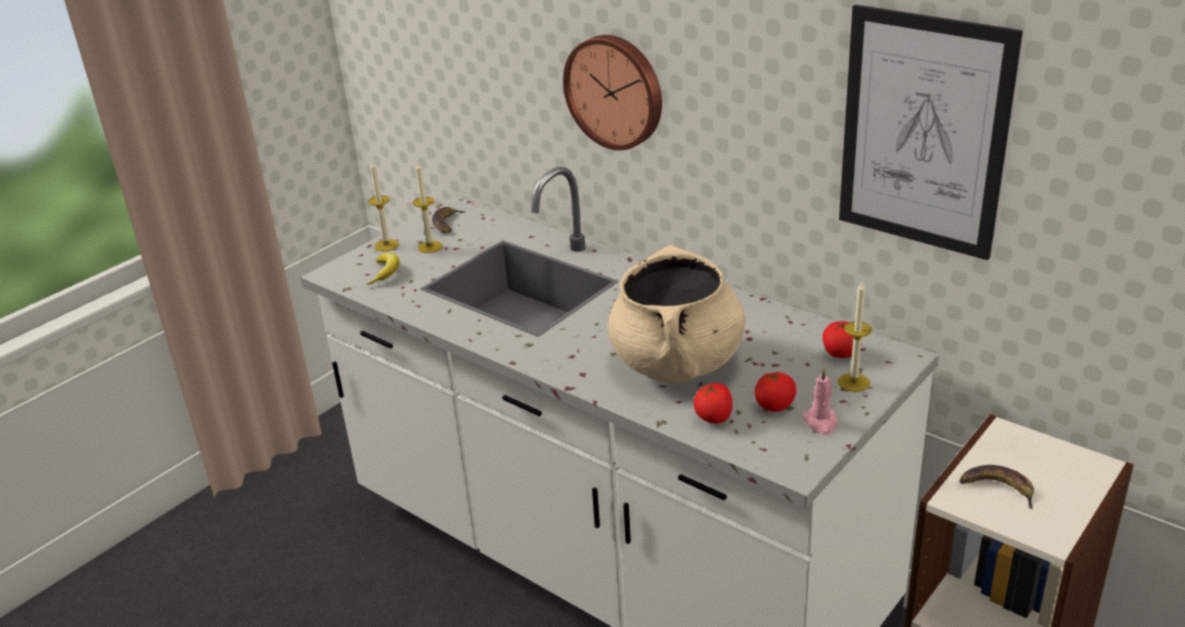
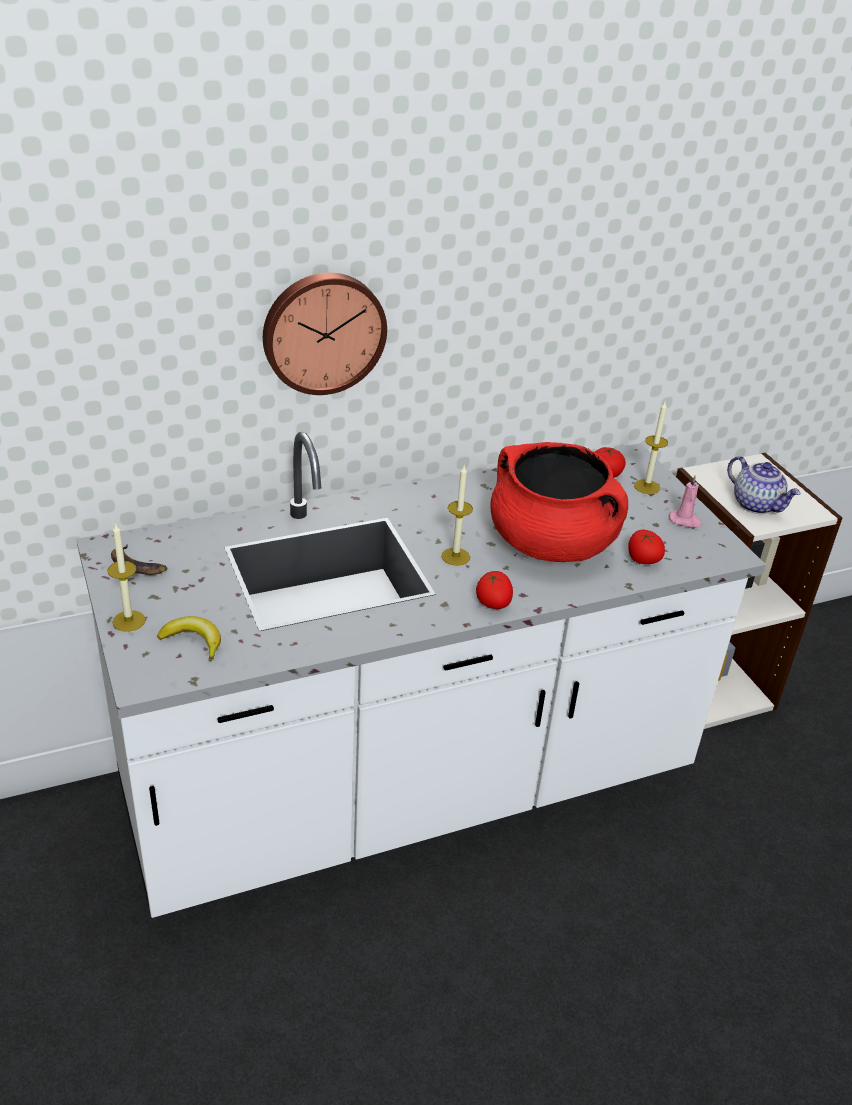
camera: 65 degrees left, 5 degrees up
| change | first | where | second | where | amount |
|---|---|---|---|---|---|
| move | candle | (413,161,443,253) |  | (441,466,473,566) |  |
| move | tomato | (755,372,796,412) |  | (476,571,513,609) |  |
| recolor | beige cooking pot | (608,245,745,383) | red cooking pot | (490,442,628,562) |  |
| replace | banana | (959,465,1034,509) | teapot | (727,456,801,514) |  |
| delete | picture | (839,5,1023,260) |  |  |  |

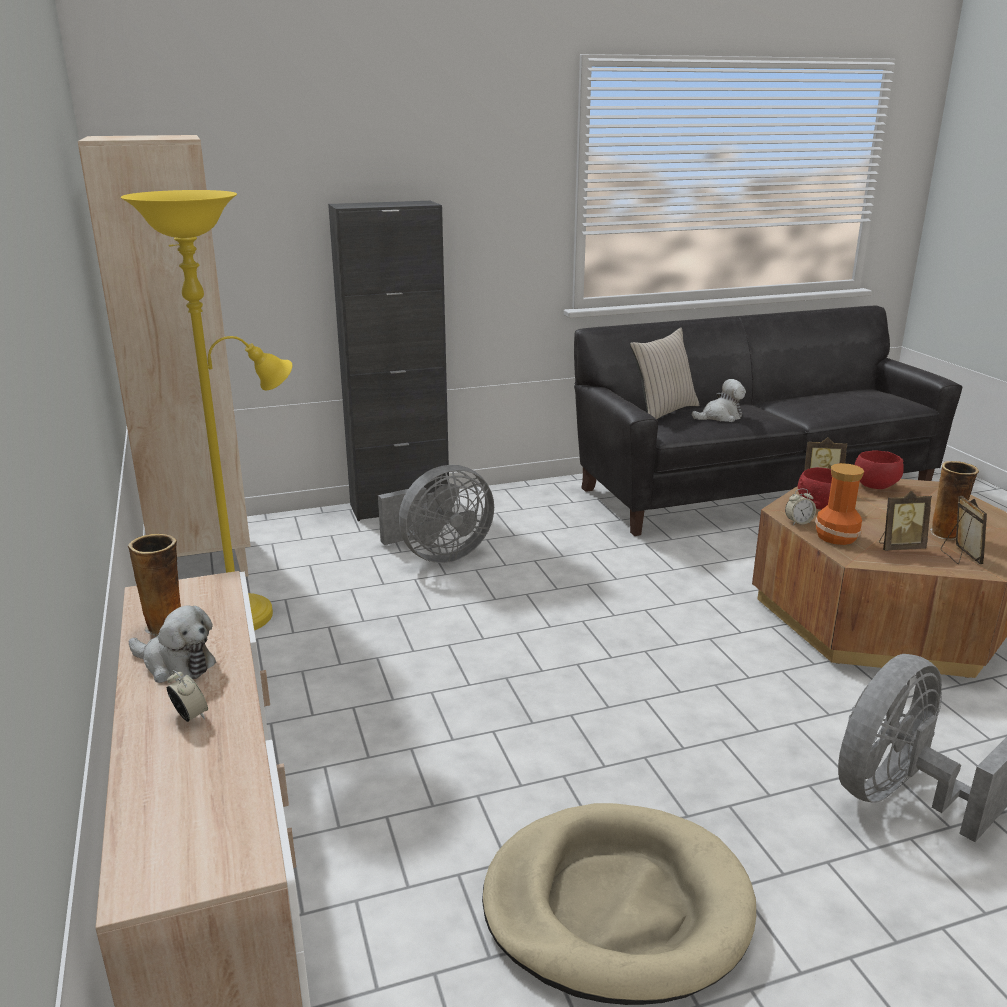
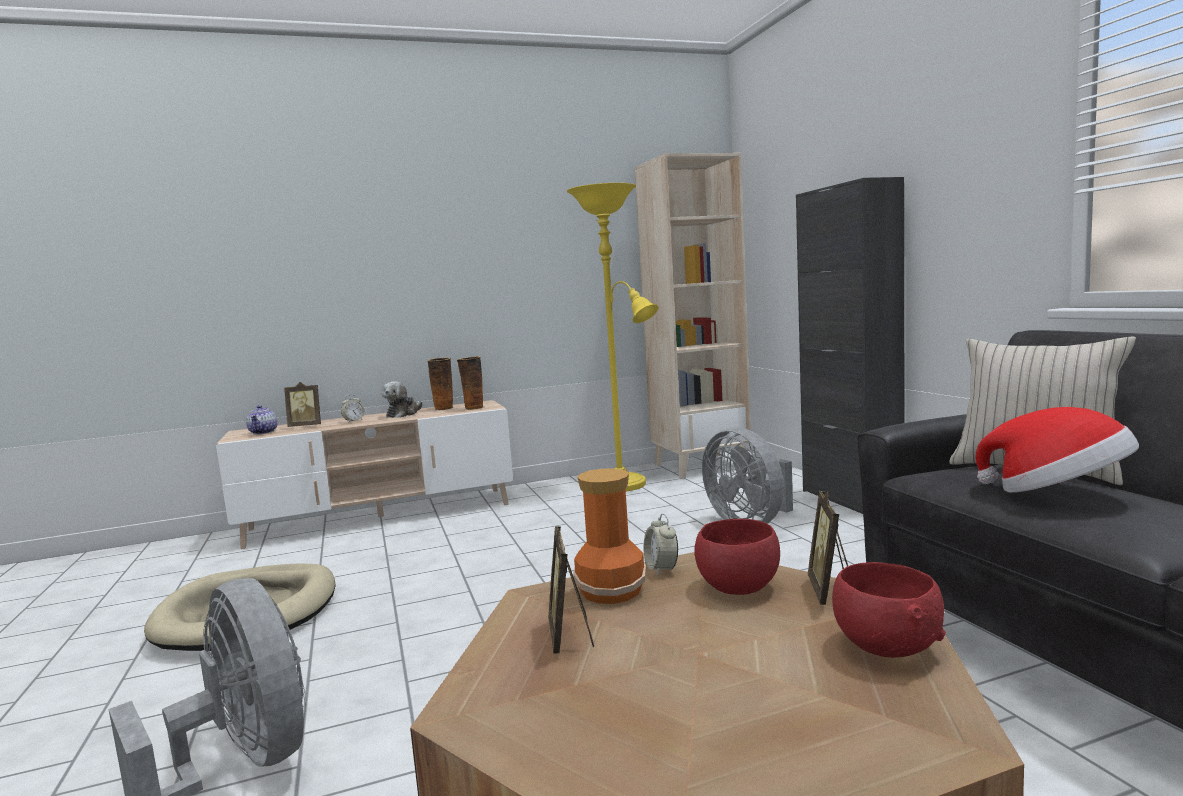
camera: 90 degrees right, 15 degrees down
| change | first | where | second | where | amount |
|---|---|---|---|---|---|
| insert |  |  | teapot | (246,405,278,434) |  |
| move | picture frame | (941,496,987,564) |  | (284,382,321,427) |  |
| move | vase | (930,461,979,540) |  | (457,356,484,410) |  |
| replace | plush toy | (692,379,746,422) | hat | (975,407,1139,493) |  |

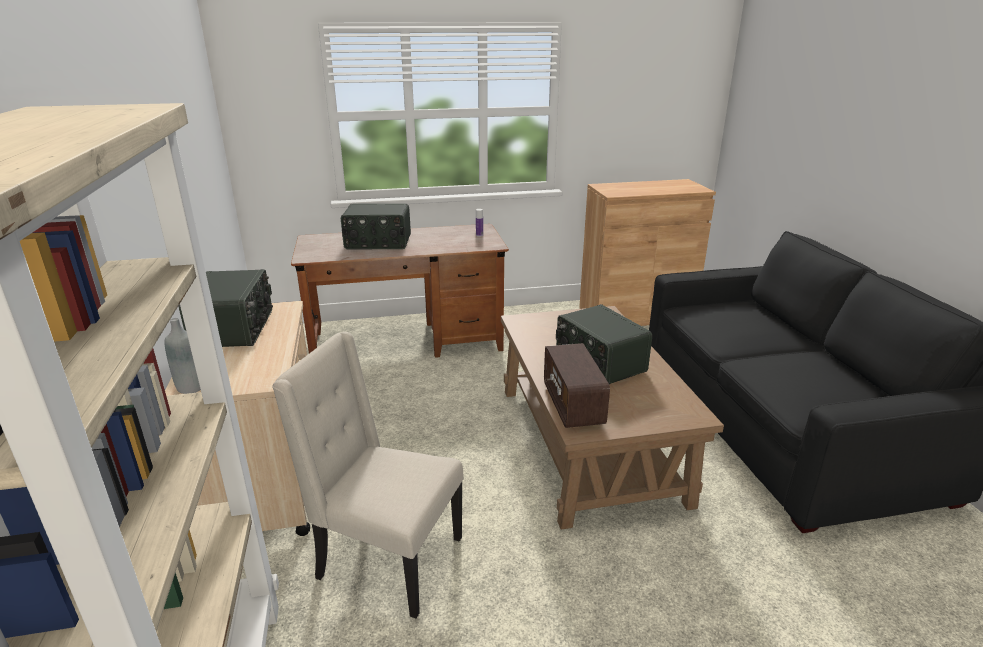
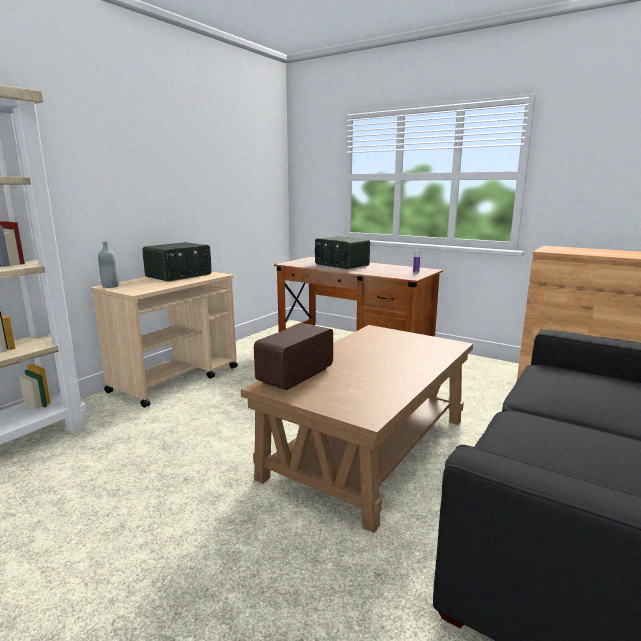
camera: 45 degrees right, 10 degrees down
| change | first | where | second | where | amount |
|---|---|---|---|---|---|
| delete | beige chair | (272,332,464,619) |  |  |  |
| delete | radio | (556,304,652,384) |  |  |  |

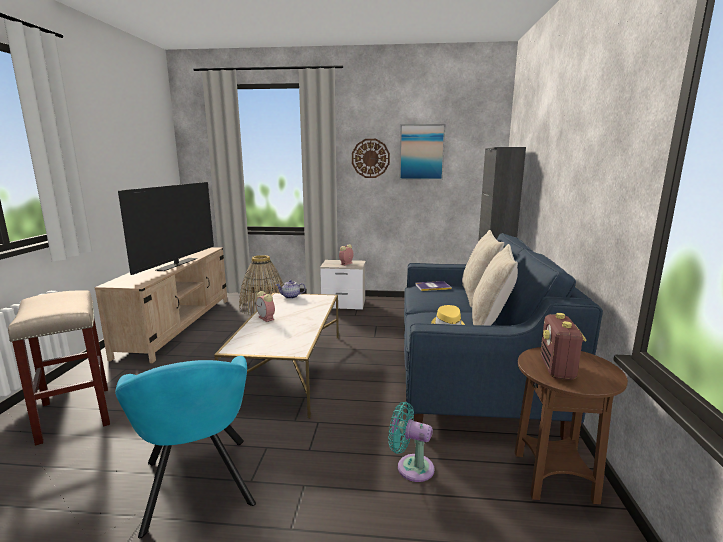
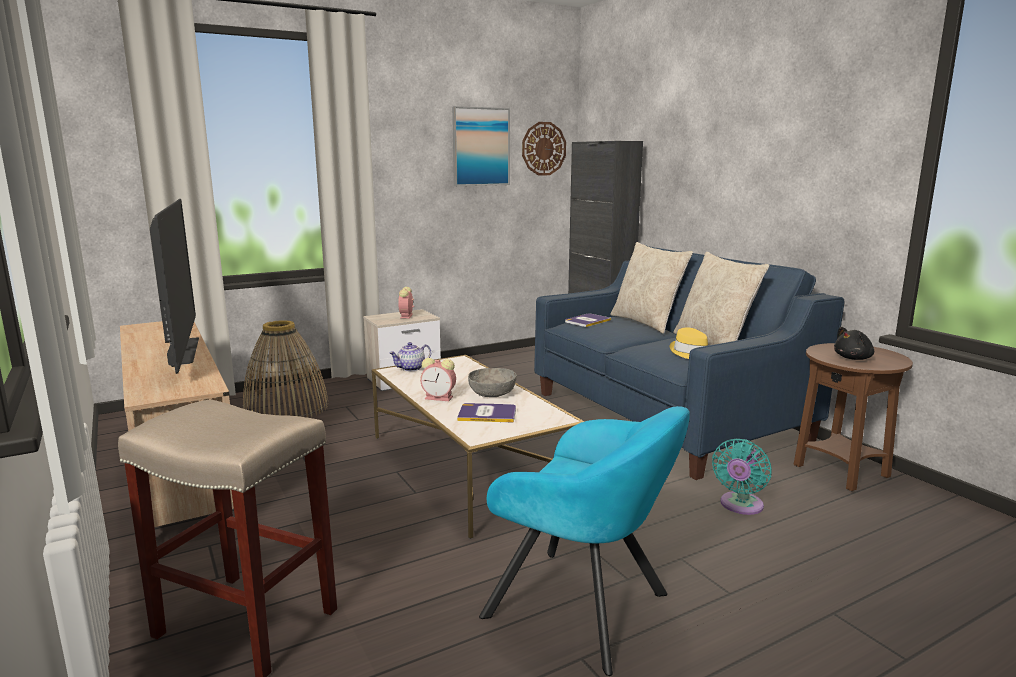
camera: 35 degrees left, 0 degrees up
| change | first | where | second | where | amount |
|---|---|---|---|---|---|
| insert |  |  | book | (457,403,516,423) |  |
| insert |  |  | grey bowl | (468,368,517,397) |  |
| move | wall clock | (352,139,390,178) |  | (522,122,566,176) |  |
| rotate | turquoise fan | (388,402,434,482) |  | (712,439,772,515) | 45 degrees counterclockwise |
| replace | radio | (540,313,587,380) | black plush toy | (834,327,874,360) |  |

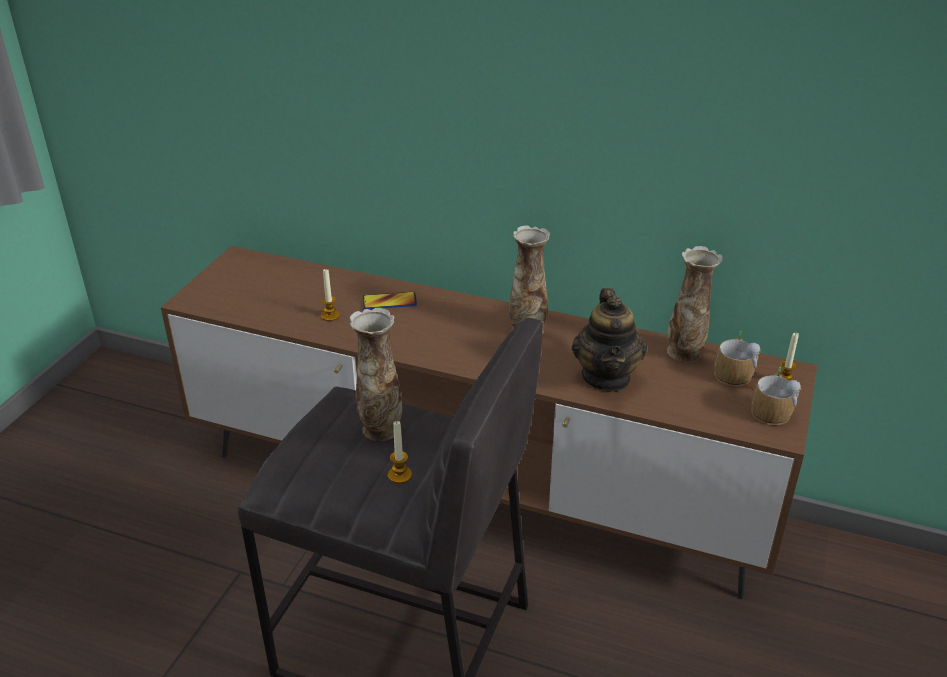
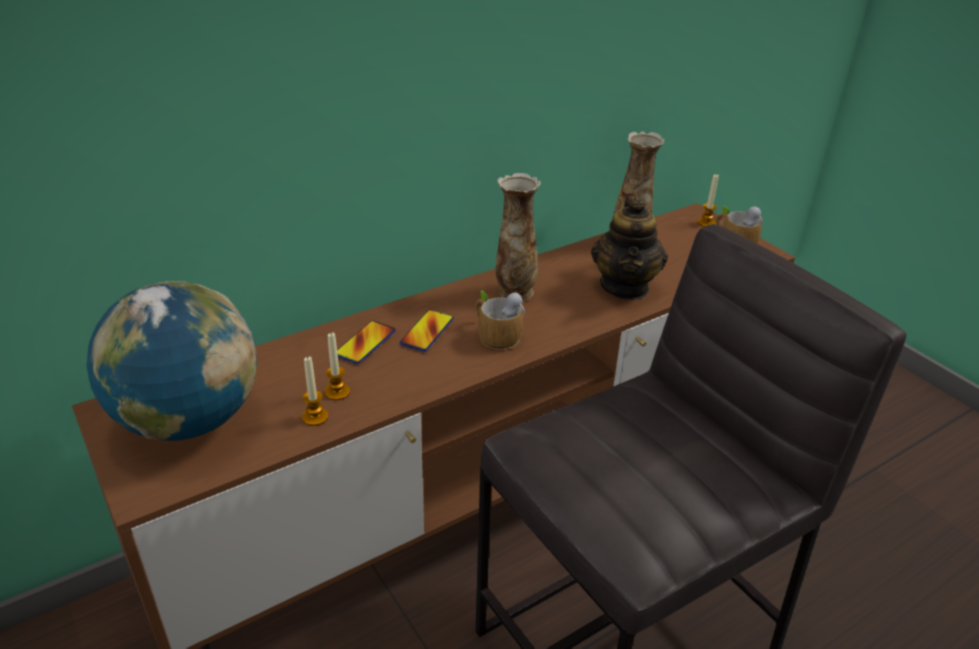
camera: 55 degrees left, 0 degrees up
| change | first | where | second | where | amount |
|---|---|---|---|---|---|
| insert |  |  | globe | (87,281,257,441) |  |
| move | candle | (388,420,412,484) |  | (302,356,328,426) |  |
| insert |  |  | phone | (400,310,454,352) |  |
| move | mug | (714,331,761,386) |  | (475,290,525,350) |  |
| rotate | teapot | (572,288,647,392) |  | (591,196,668,300) | 60 degrees clockwise |
| delete | vase | (350,308,403,441) |  |  |  |

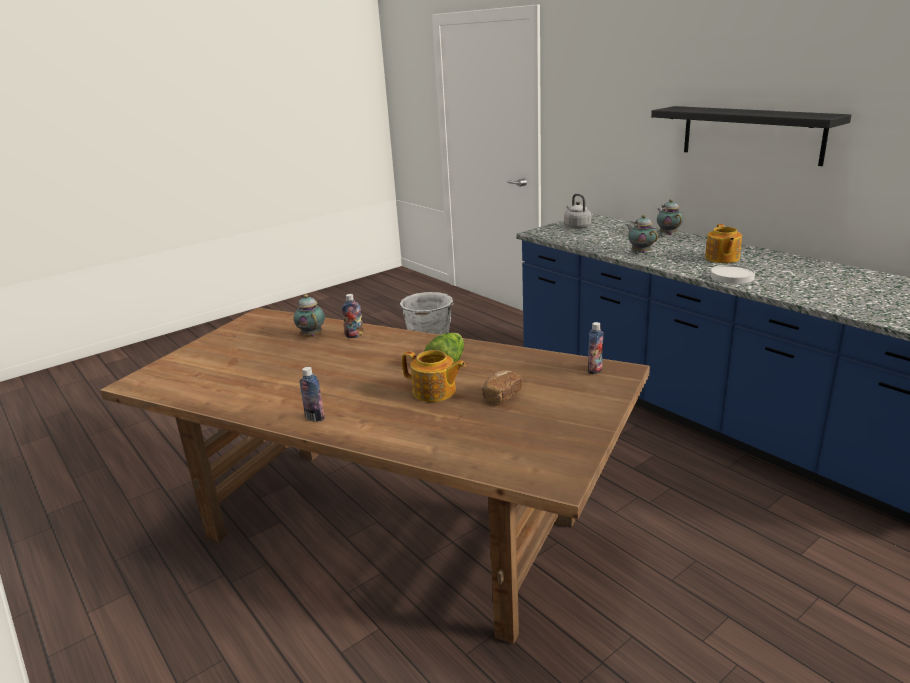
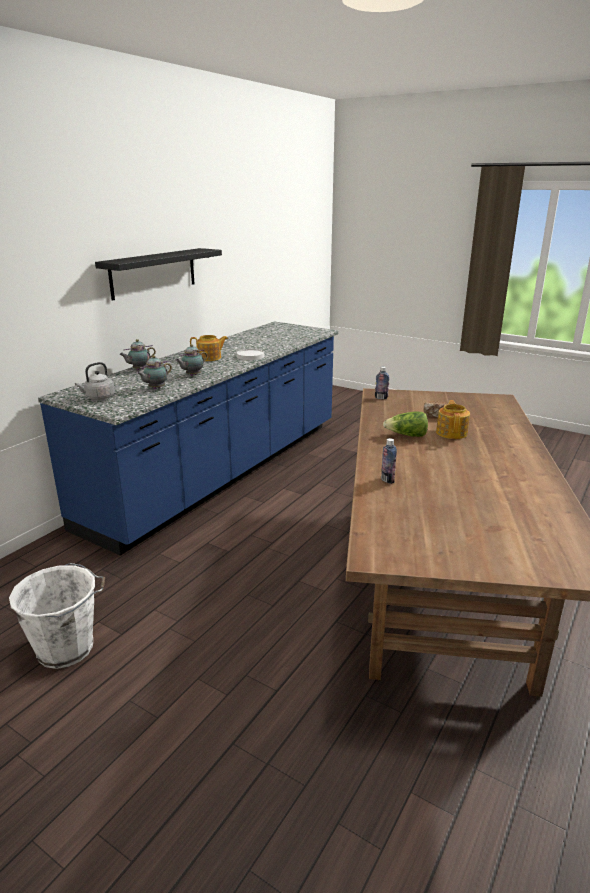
camera: 110 degrees left, 0 degrees up
| change | first | where | second | where | amount |
|---|---|---|---|---|---|
| move | teapot | (294,294,325,337) |  | (136,355,172,389) |  |
| delete | bottle | (300,367,325,422) |  |  |  |

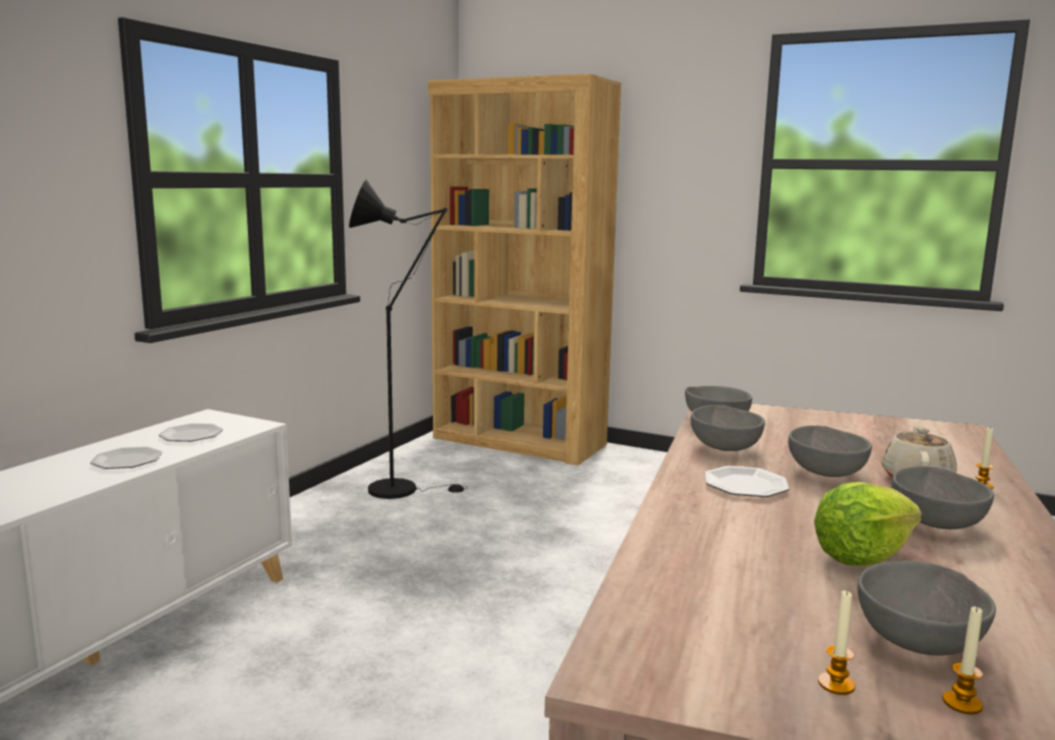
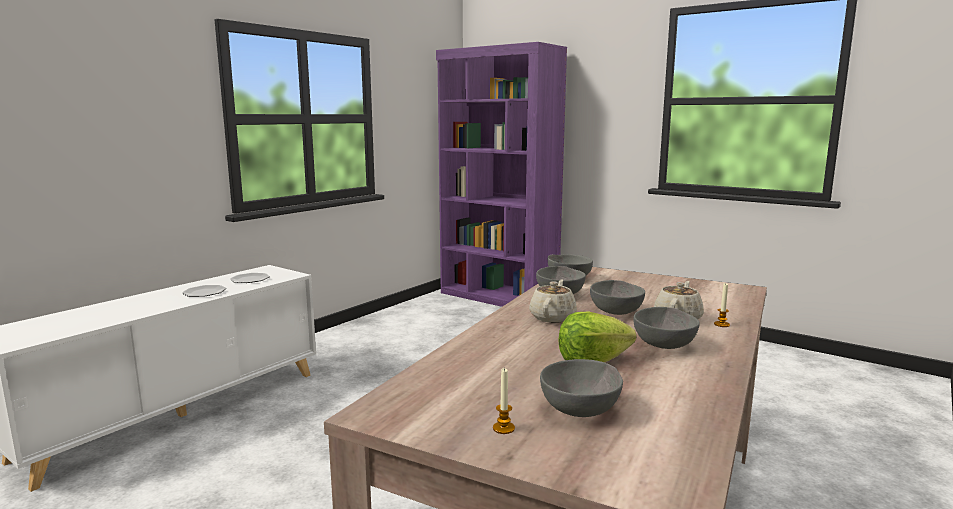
camera: 10 degrees right, 0 degrees up
| change | first | where | second | where | amount |
|---|---|---|---|---|---|
| recolor | brown bookcase | (428,74,621,466) | purple bookcase | (436,42,567,307) |  |
| replace | plate | (705,466,789,497) | beige teapot | (529,280,577,323) |  |
| delete | black floor lamp | (349,180,468,499) |  |  |  |
| delete | candle | (943,606,983,715) |  |  |  |

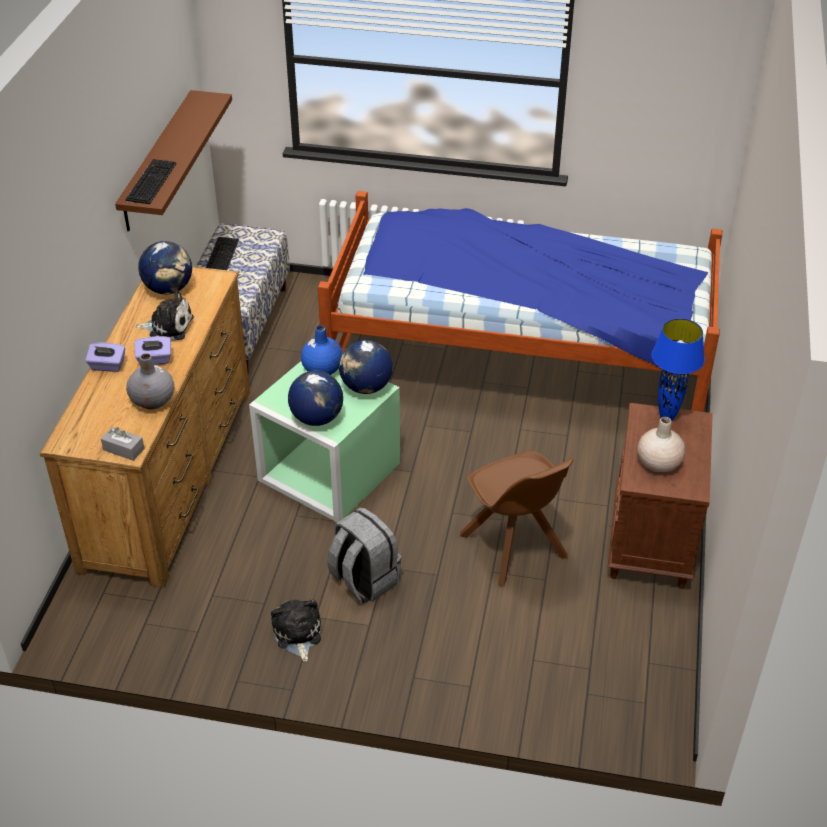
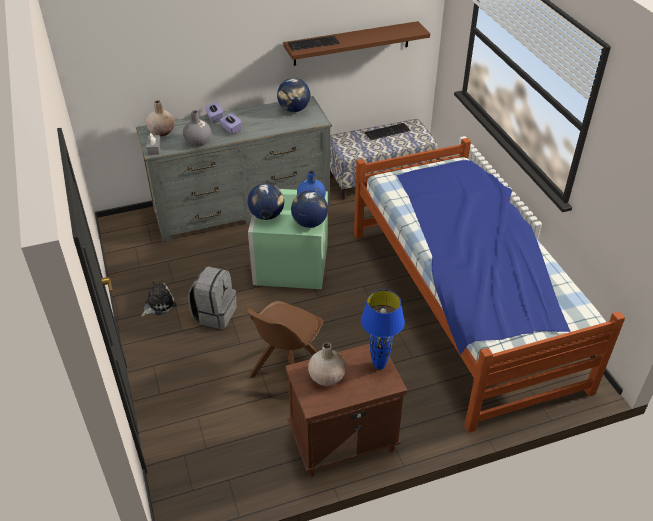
camera: 60 degrees right, 0 degrees up
| change | first | where | second | where | amount |
|---|---|---|---|---|---|
| recolor | brown dresser | (40,266,250,588) | grey dresser | (136,96,332,242) |  |
| insert |  |  | beige vase | (146,100,175,136) |  |
| delete | plush toy | (135,290,194,341) |  |  |  |

